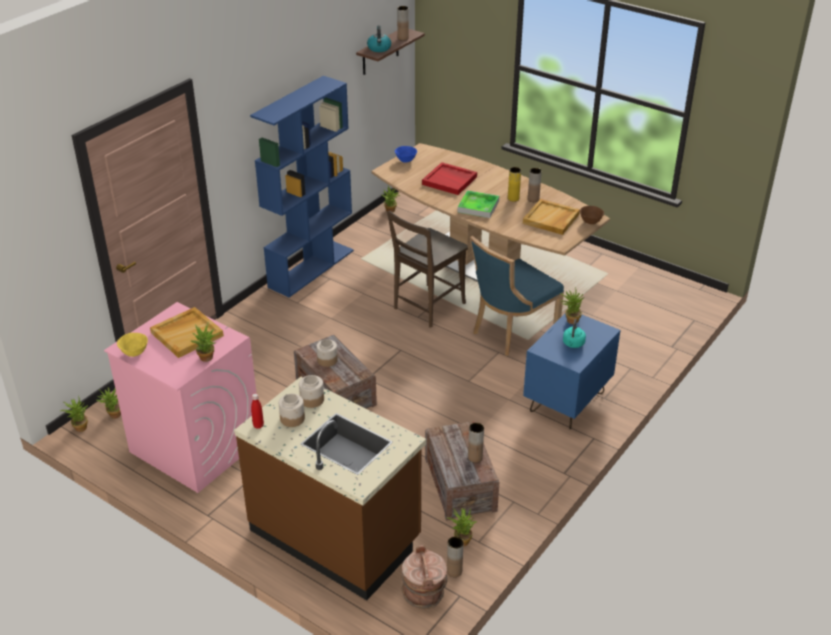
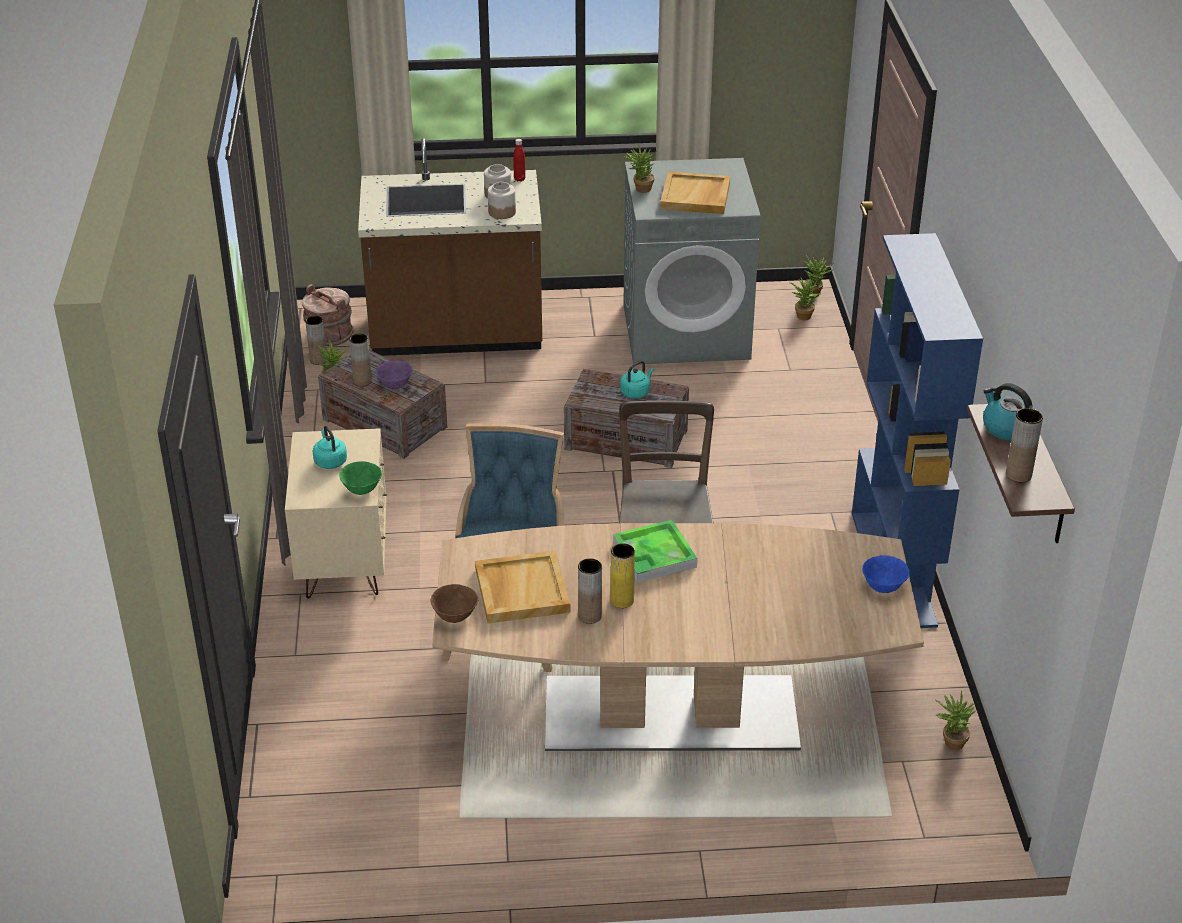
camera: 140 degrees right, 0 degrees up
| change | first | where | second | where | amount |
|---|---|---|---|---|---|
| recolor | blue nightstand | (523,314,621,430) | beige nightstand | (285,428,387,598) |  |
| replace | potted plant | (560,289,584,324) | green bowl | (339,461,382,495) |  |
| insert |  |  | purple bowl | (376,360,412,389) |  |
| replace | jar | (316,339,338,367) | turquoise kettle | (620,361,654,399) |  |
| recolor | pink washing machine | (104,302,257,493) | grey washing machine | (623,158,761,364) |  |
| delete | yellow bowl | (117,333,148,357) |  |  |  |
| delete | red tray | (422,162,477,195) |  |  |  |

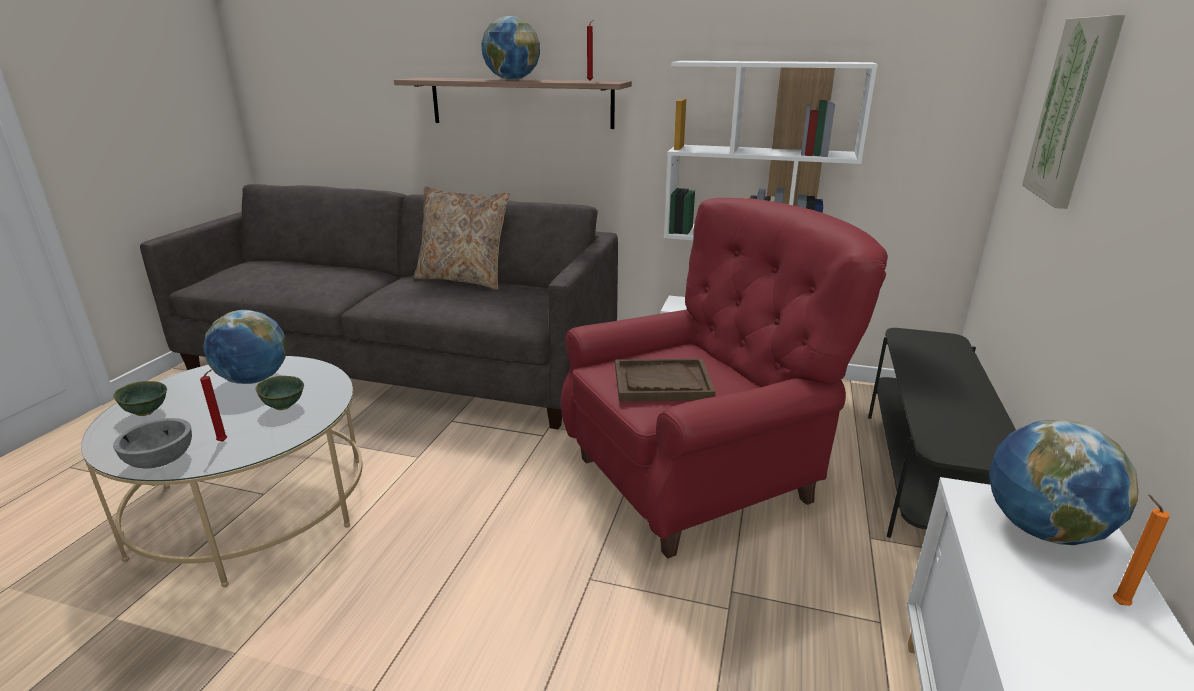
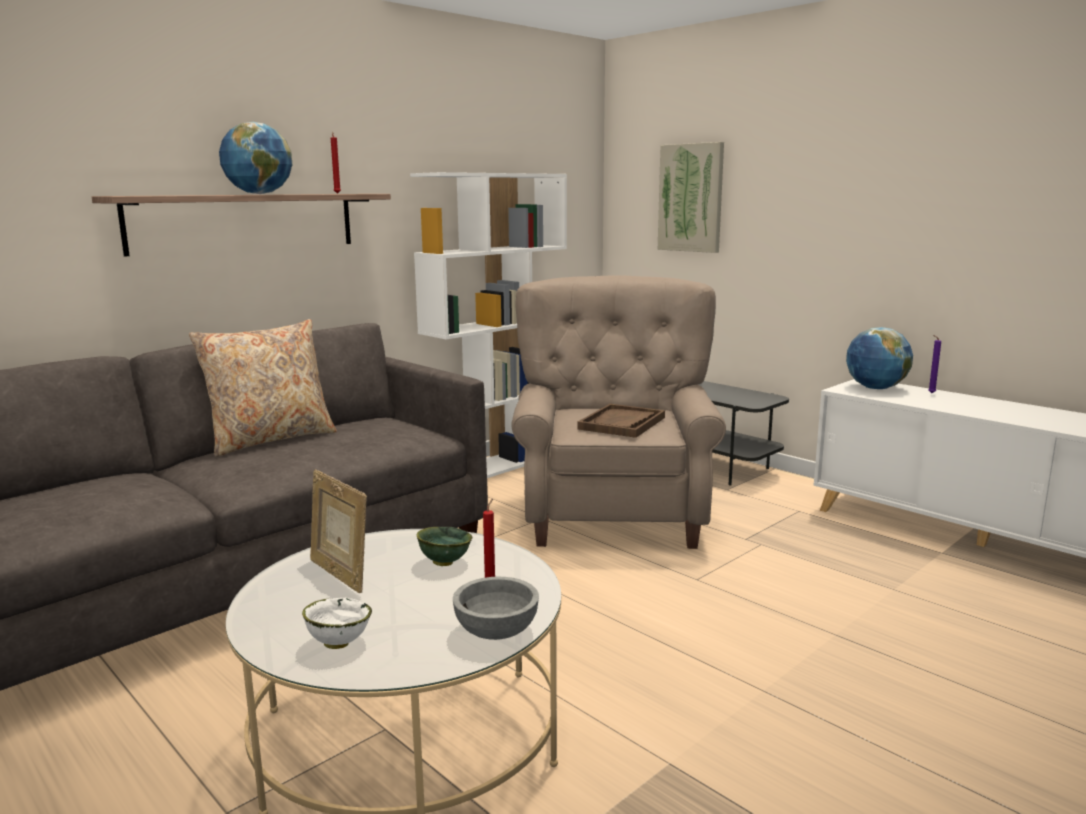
camera: 60 degrees left, 10 degrees down
| change | first | where | second | where | amount |
|---|---|---|---|---|---|
| recolor | green bowl | (114,381,167,416) | white bowl | (302,598,372,649) |  |
| replace | globe | (203,310,287,384) | picture frame | (310,470,367,593) |  |
| recolor | red armchair | (561,198,888,559) | beige armchair | (511,275,726,549) |  |
| recolor | orange candle | (1113,495,1170,606) | purple candle | (928,335,941,393) |  |

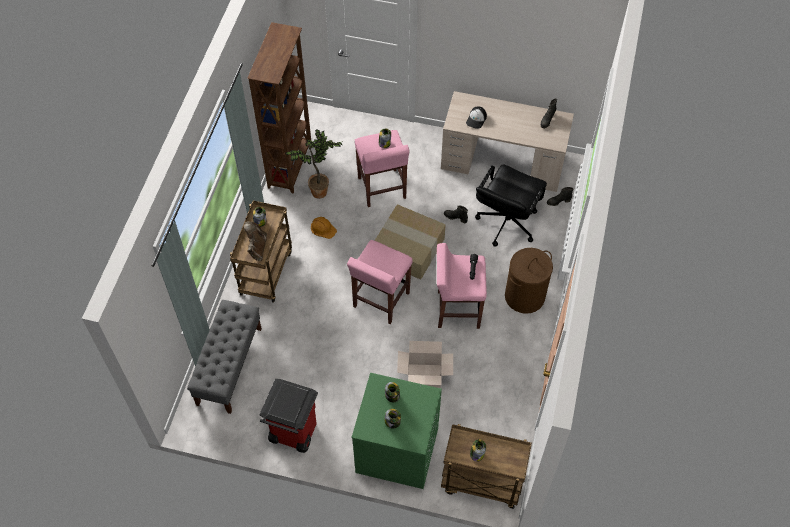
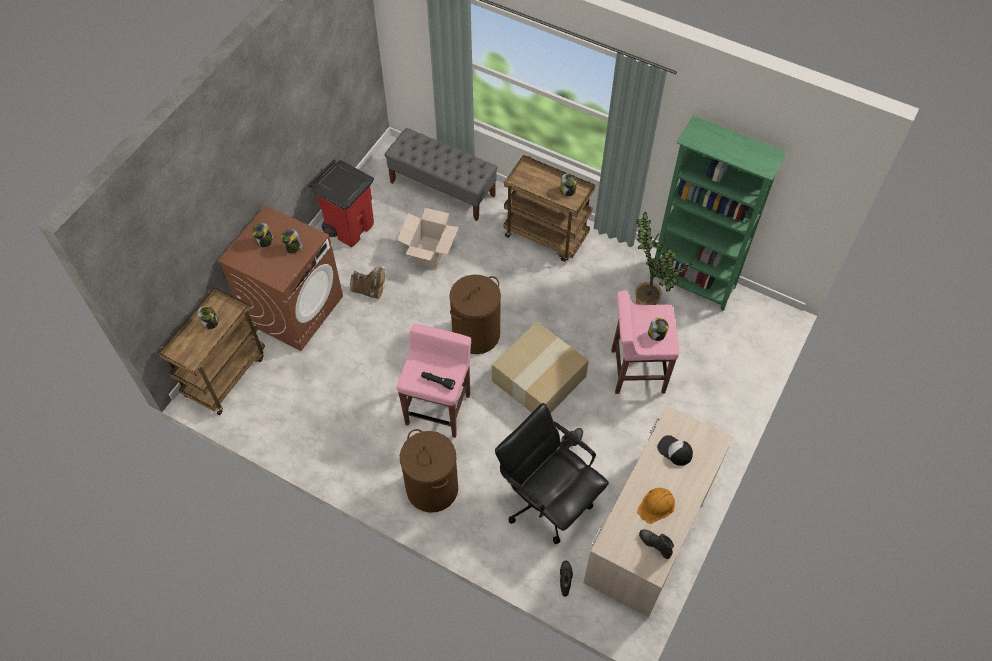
camera: 105 degrees right, 0 degrees up
| change | first | where | second | where | amount |
|---|---|---|---|---|---|
| recolor | green washing machine | (351,373,442,489) | brown washing machine | (218,205,343,351) |  |
| move | brown boot | (244,221,267,261) |  | (350,267,385,299) |  |
| move | cardboard box | (397,341,453,388) |  | (397,208,459,269) |  |
| replace | pink stool | (347,240,413,324) | brown laundry basket | (449,274,501,354) |  |
| move | orange hard hat | (311,217,337,239) |  | (637,488,675,524) |  |
| recolor | brown bookcase | (247,22,311,193) | green bookcase | (653,116,787,311) |  |

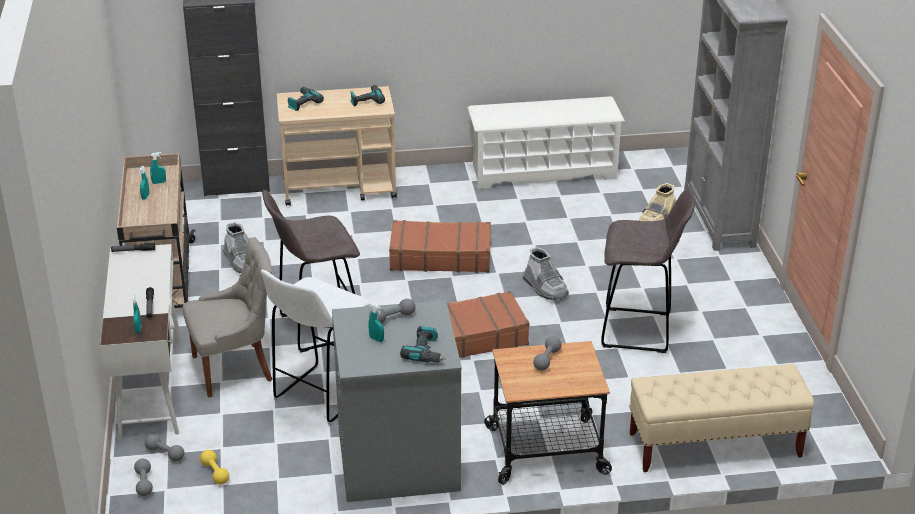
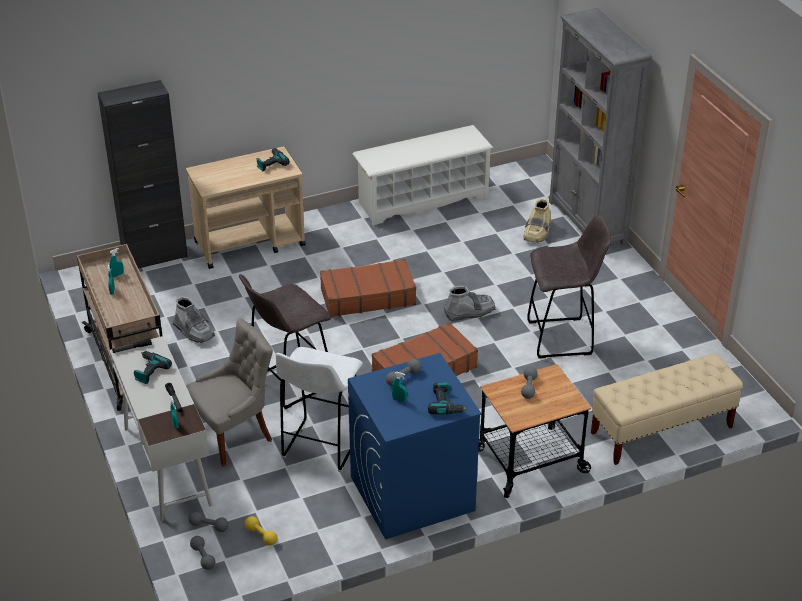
camera: 15 degrees left, 5 degrees up
| change | first | where | second | where | amount |
|---|---|---|---|---|---|
| move | power drill | (288,87,324,111) |  | (134,351,172,384) |  |
| recolor | grey washing machine | (332,300,462,502) | blue washing machine | (348,353,482,540) |  |
| rotate | grey boot | (523,247,569,300) |  | (444,286,496,321) | 60 degrees counterclockwise |

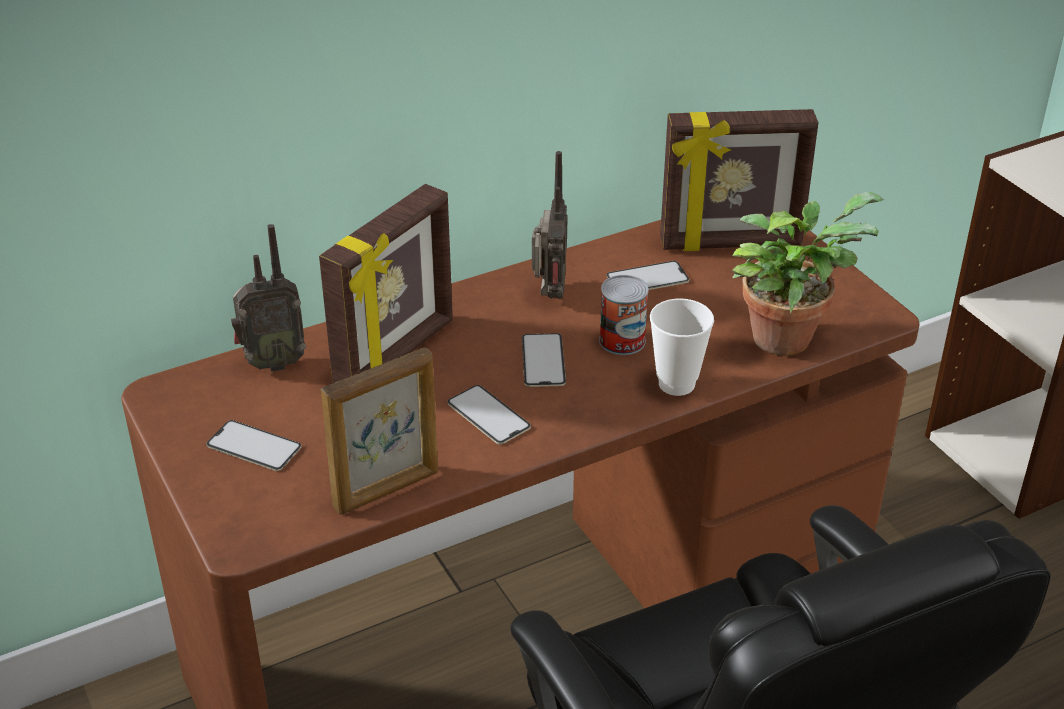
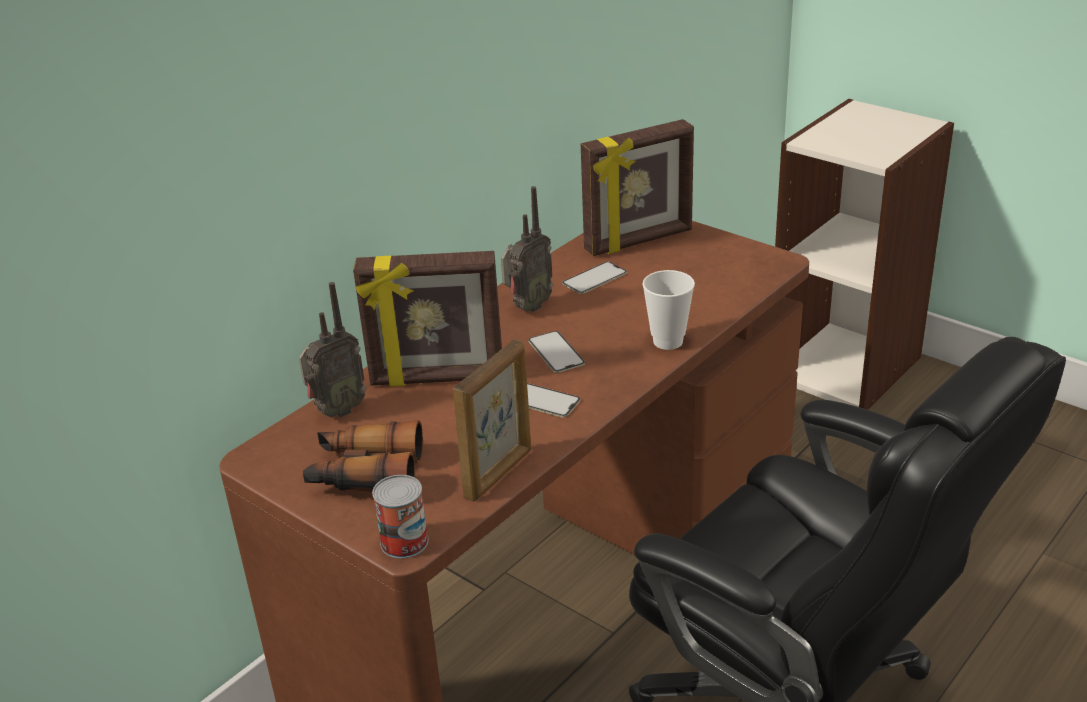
camera: 20 degrees left, 5 degrees down
| change | first | where | second | where | amount |
|---|---|---|---|---|---|
| replace | phone | (207,420,301,471) | binoculars | (303,420,423,492) |  |
| rotate | picture frame | (319,184,453,383) |  | (353,251,502,387) | 75 degrees clockwise |
| move | can | (599,275,649,355) |  | (372,475,429,559) |  |
| rotate | radio | (532,151,568,299) |  | (501,186,553,312) | 60 degrees clockwise |
| delete | potted plant | (732,192,884,356) |  |  |  |

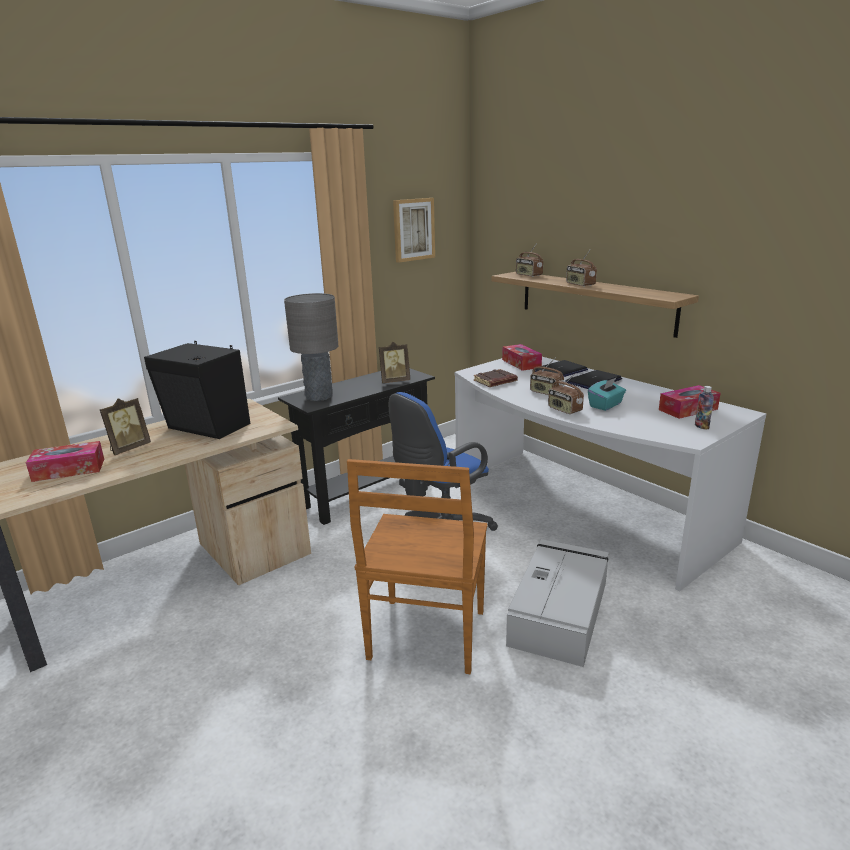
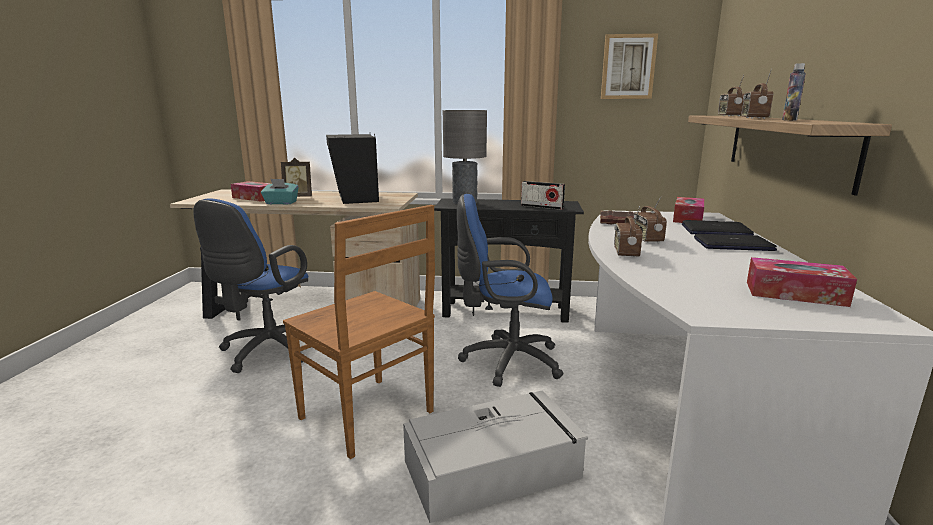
camera: 45 degrees right, 5 degrees down
| change | first | where | second | where | amount |
|---|---|---|---|---|---|
| insert |  |  | blue office chair | (193,198,308,373) |  |
| move | turquoise tissue box | (588,378,626,411) |  | (261,179,298,204) |  |
| rotate | brown chair | (347,459,487,674) |  | (283,205,435,459) | 105 degrees counterclockwise |
| replace | picture frame | (379,342,410,383) | radio | (521,181,565,210) |  |
| move | bottle | (695,386,714,430) |  | (782,63,806,121) |  |

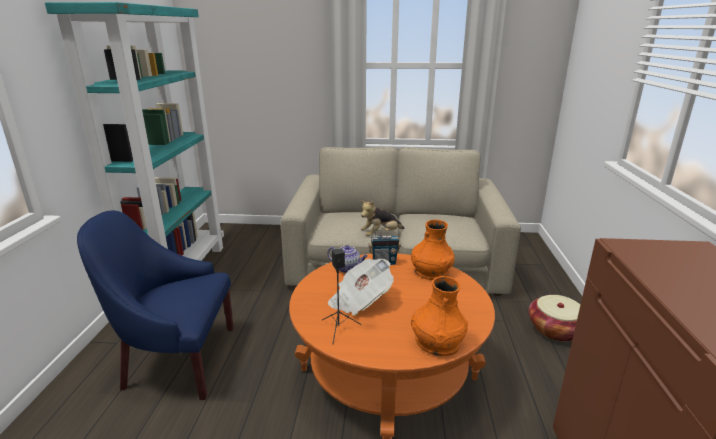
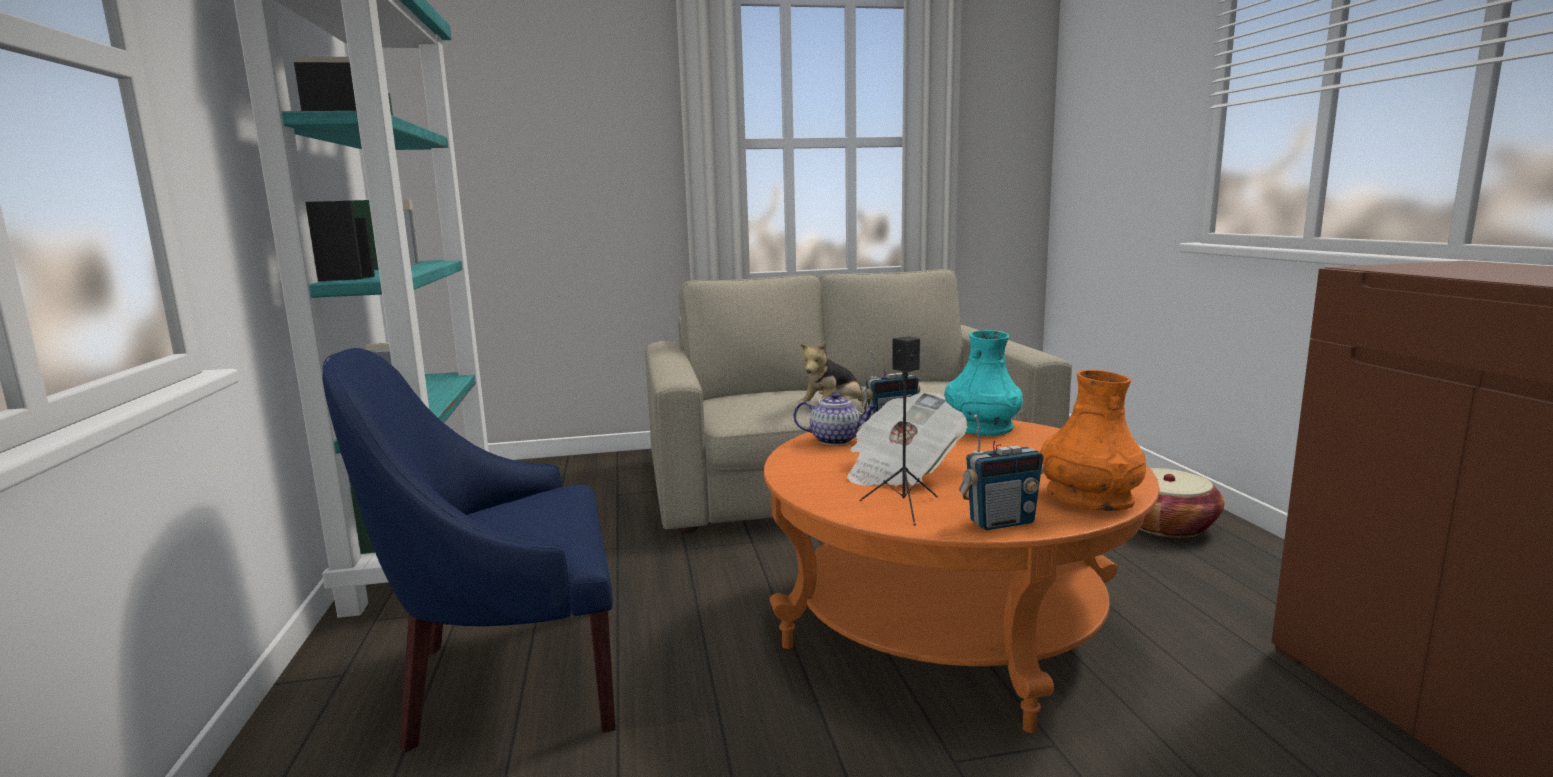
camera: 15 degrees left, 10 degrees down
| change | first | where | second | where | amount |
|---|---|---|---|---|---|
| recolor | orange vase | (411,220,454,280) | turquoise vase | (944,330,1023,436) |  |
| insert |  |  | radio | (959,415,1044,530) |  |

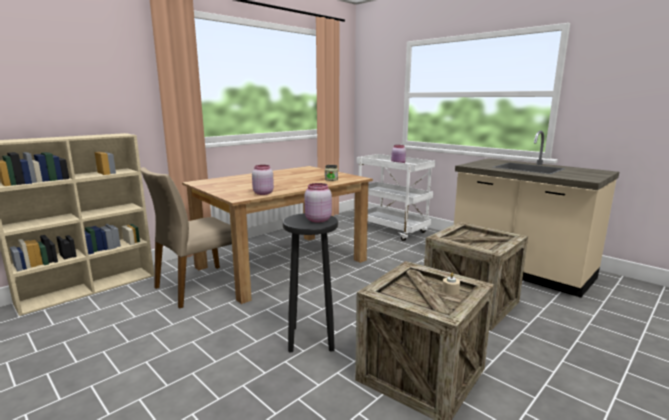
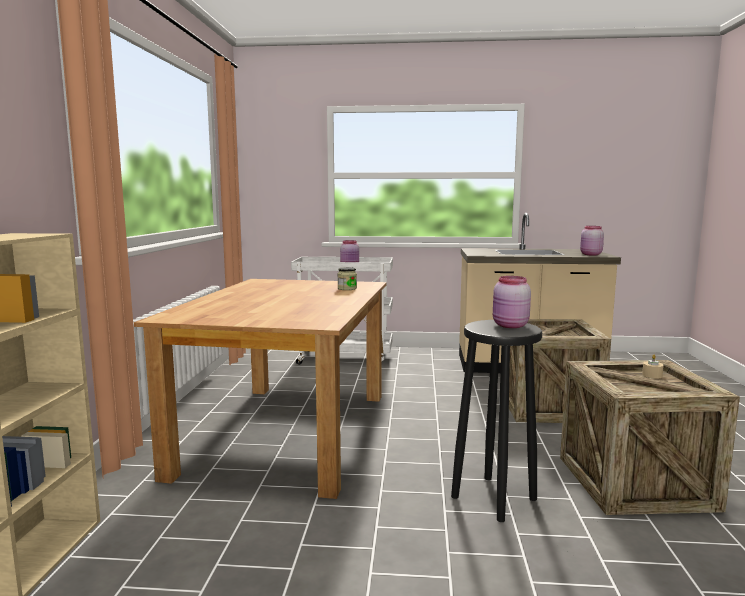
camera: 40 degrees left, 5 degrees down
| change | first | where | second | where | amount |
|---|---|---|---|---|---|
| move | pink jar | (252,165,274,195) |  | (580,226,604,255) |  |
| delete | beige chair | (140,167,232,309) |  |  |  |

